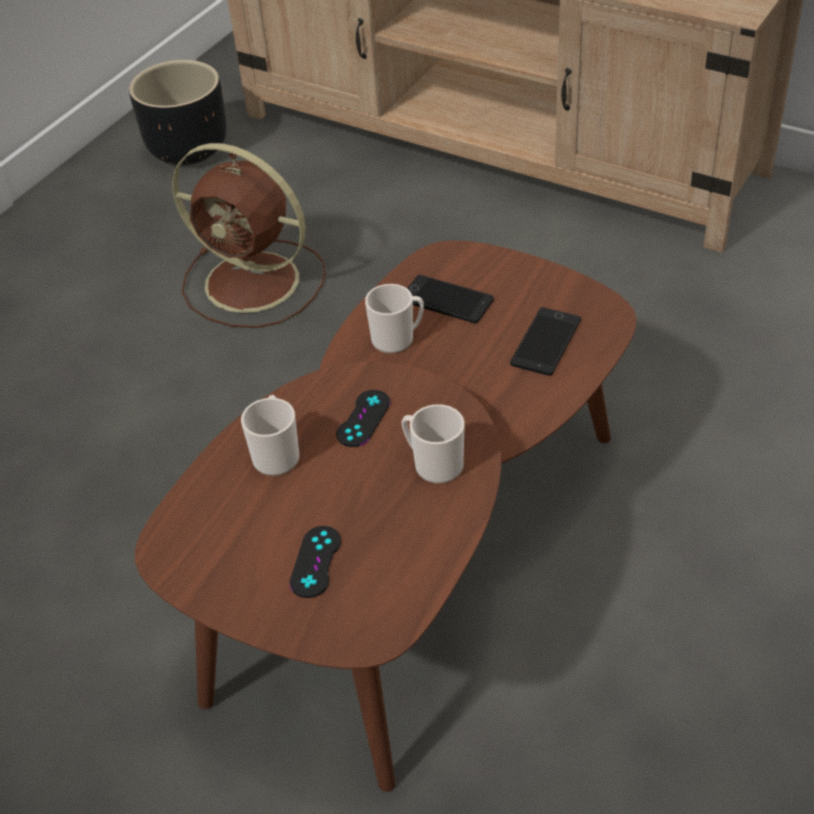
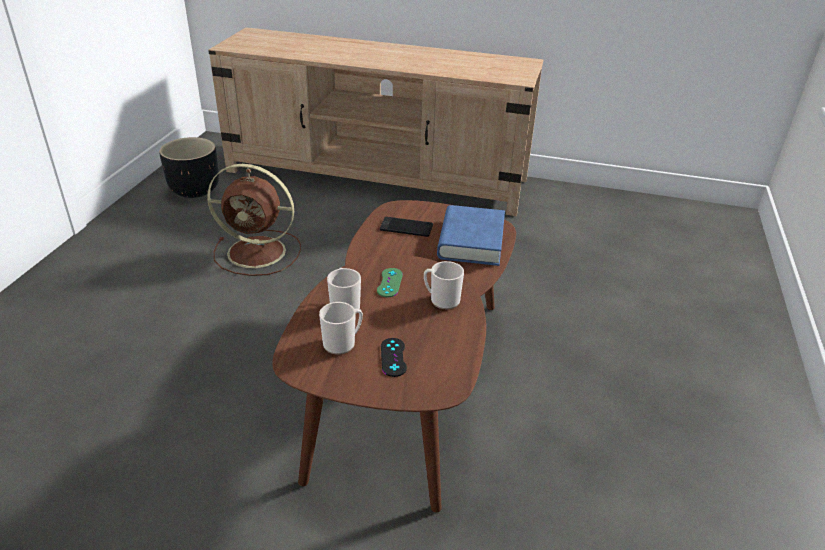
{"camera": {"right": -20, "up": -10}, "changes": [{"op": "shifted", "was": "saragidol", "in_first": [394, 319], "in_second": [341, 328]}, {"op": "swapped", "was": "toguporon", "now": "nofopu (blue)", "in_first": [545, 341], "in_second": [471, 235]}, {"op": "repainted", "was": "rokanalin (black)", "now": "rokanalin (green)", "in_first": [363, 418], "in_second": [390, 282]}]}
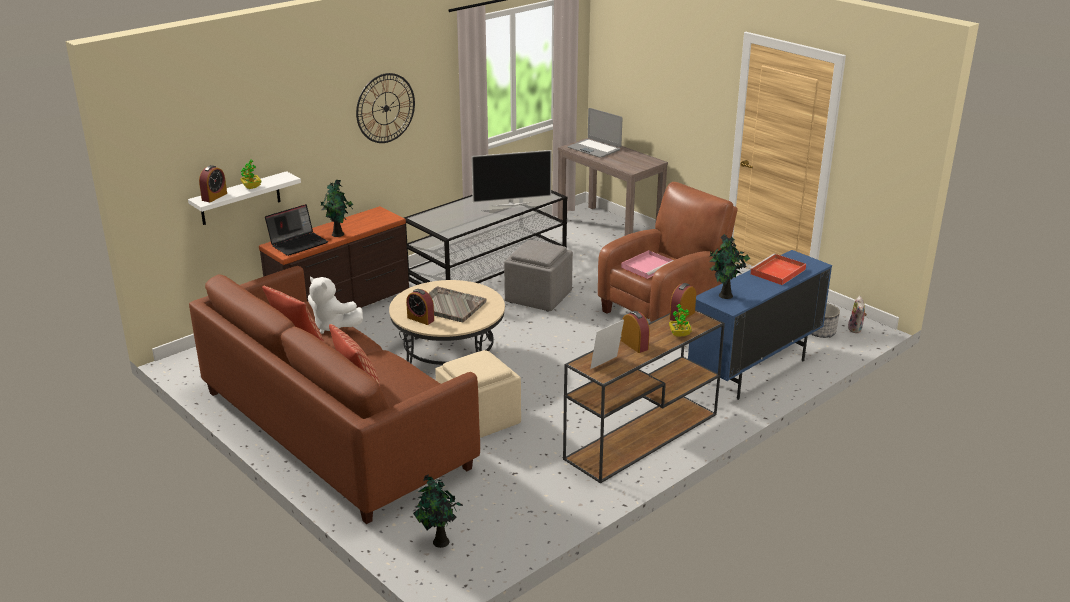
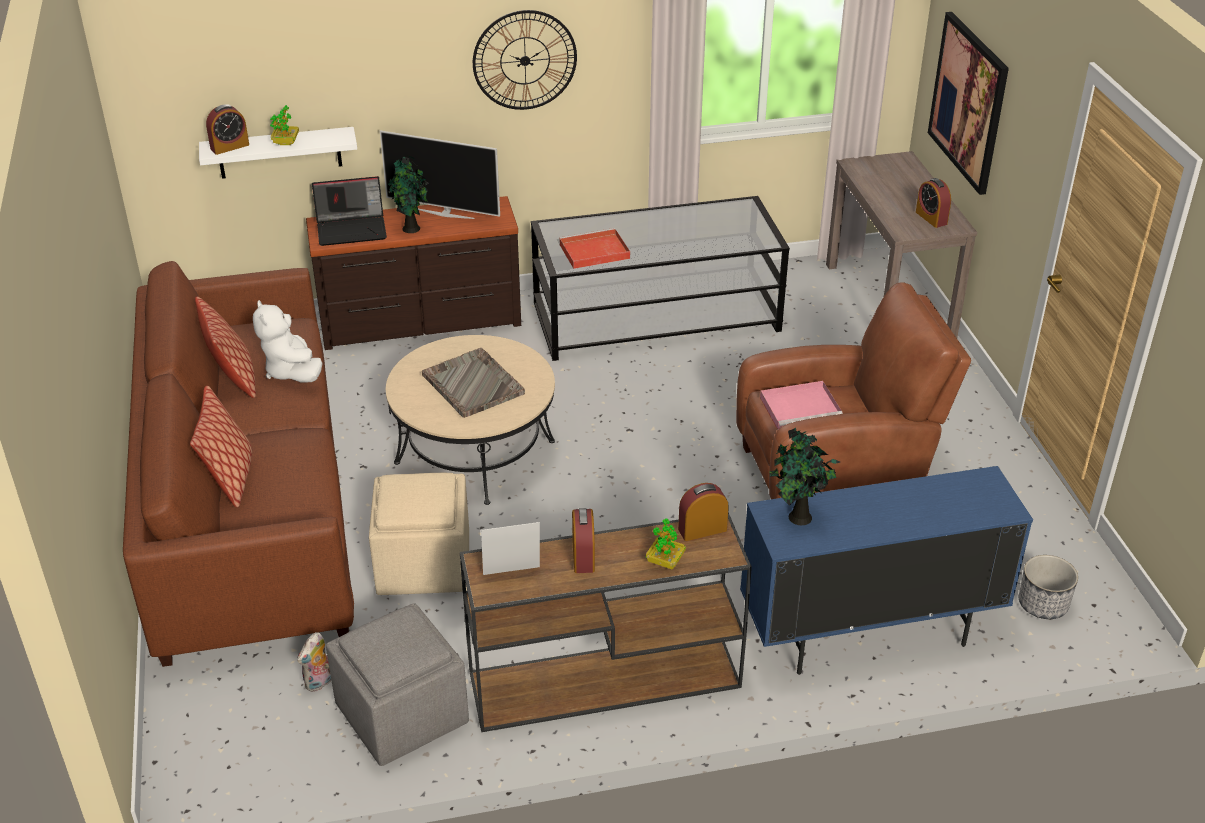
{"camera": {"right": 30, "up": 10}, "changes": [{"op": "gone", "was": "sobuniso", "in_first": [595, 133]}, {"op": "shifted", "was": "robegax", "in_first": [511, 178], "in_second": [440, 174]}, {"op": "shifted", "was": "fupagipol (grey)", "in_first": [538, 275], "in_second": [397, 684]}, {"op": "shifted", "was": "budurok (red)", "in_first": [777, 269], "in_second": [594, 248]}, {"op": "shifted", "was": "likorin", "in_first": [420, 307], "in_second": [933, 203]}, {"op": "shifted", "was": "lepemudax", "in_first": [857, 314], "in_second": [314, 662]}, {"op": "gone", "was": "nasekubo", "in_first": [438, 511]}, {"op": "new", "now": "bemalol", "in_second": [968, 103]}]}
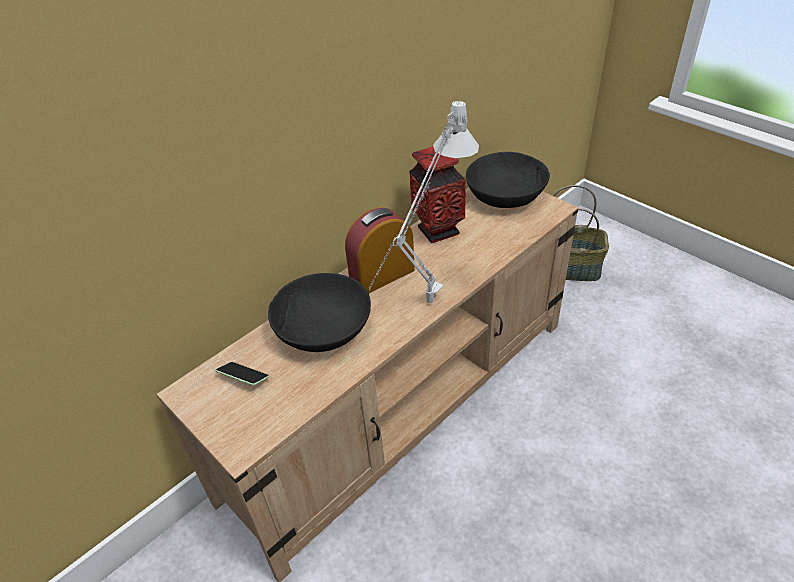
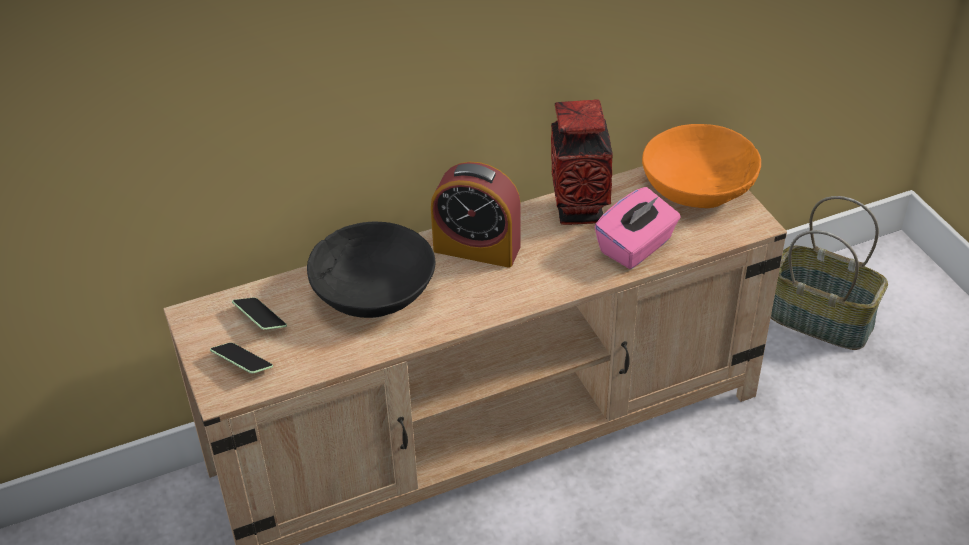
{"camera": {"right": 20, "up": 0}, "changes": [{"op": "gone", "was": "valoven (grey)", "in_first": [424, 202]}, {"op": "repainted", "was": "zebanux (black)", "now": "zebanux (orange)", "in_first": [508, 180], "in_second": [701, 166]}, {"op": "rotated", "was": "likorin", "in_first": [380, 250], "in_second": [476, 215], "clockwise": -150}, {"op": "new", "now": "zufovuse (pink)", "in_second": [637, 228]}, {"op": "new", "now": "toguporon", "in_second": [241, 358]}]}
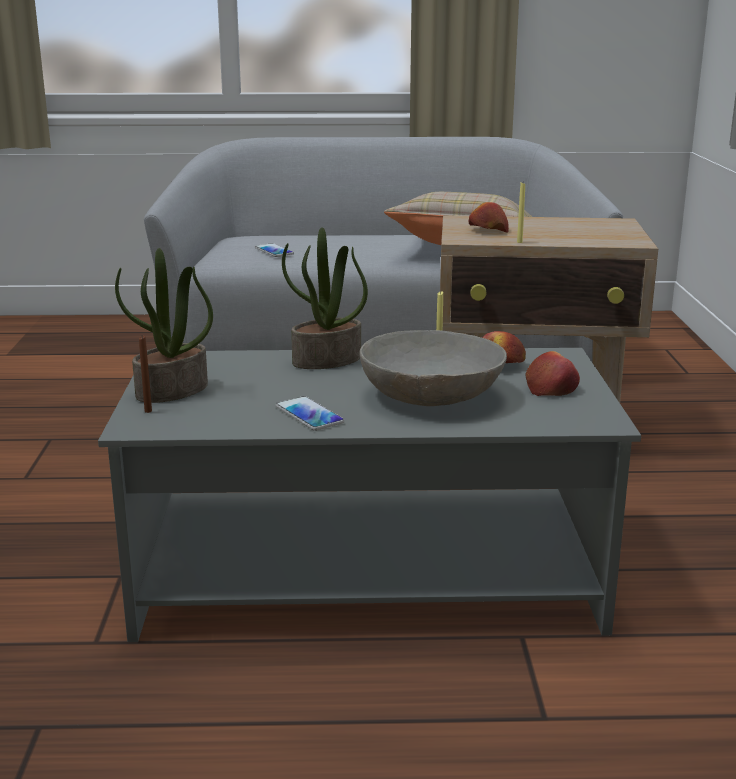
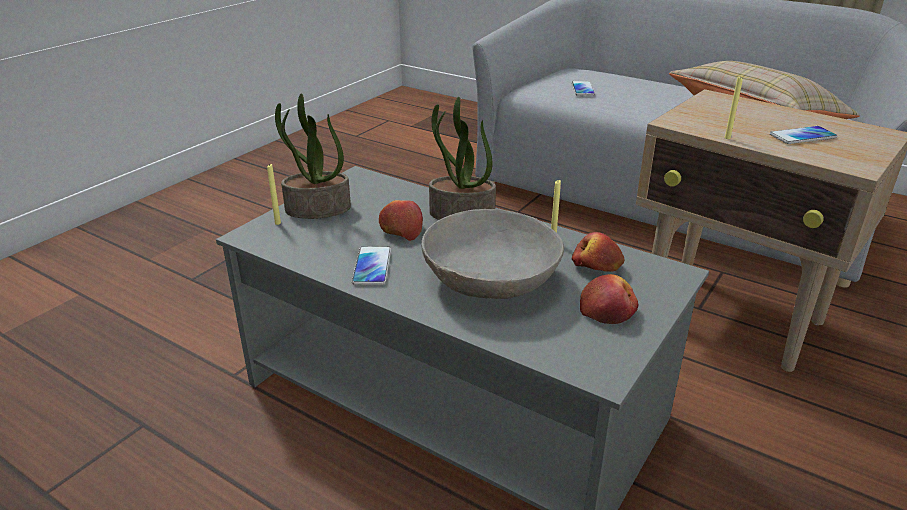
{"camera": {"right": 35, "up": 10}, "changes": [{"op": "shifted", "was": "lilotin", "in_first": [489, 217], "in_second": [401, 220]}, {"op": "repainted", "was": "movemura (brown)", "now": "movemura (yellow)", "in_first": [145, 374], "in_second": [274, 194]}, {"op": "new", "now": "toguporon", "in_second": [803, 135]}]}
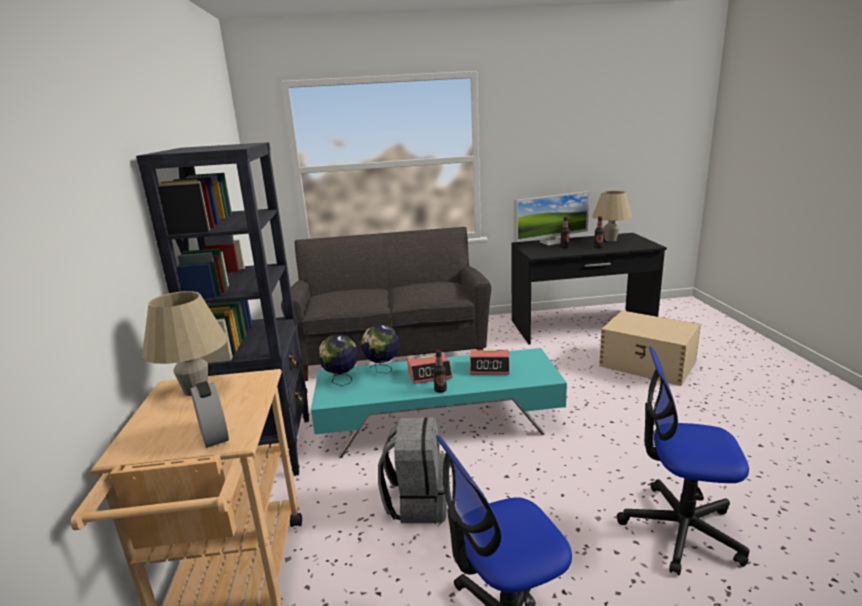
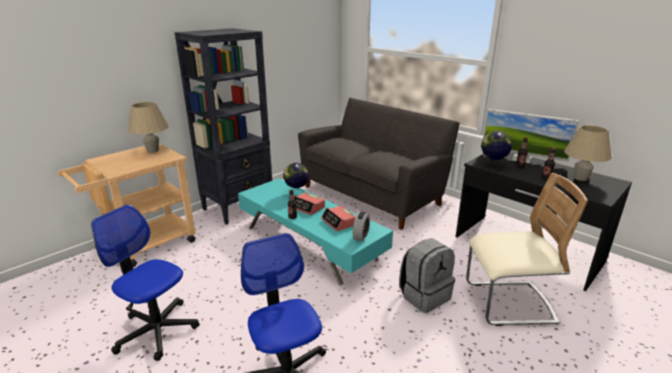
{"camera": {"right": 50, "up": 5}, "changes": [{"op": "swapped", "was": "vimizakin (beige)", "now": "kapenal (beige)", "in_first": [650, 348], "in_second": [527, 249]}, {"op": "shifted", "was": "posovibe", "in_first": [338, 360], "in_second": [496, 150]}, {"op": "shifted", "was": "likorin", "in_first": [210, 414], "in_second": [361, 226]}, {"op": "shifted", "was": "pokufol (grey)", "in_first": [412, 470], "in_second": [427, 275]}]}
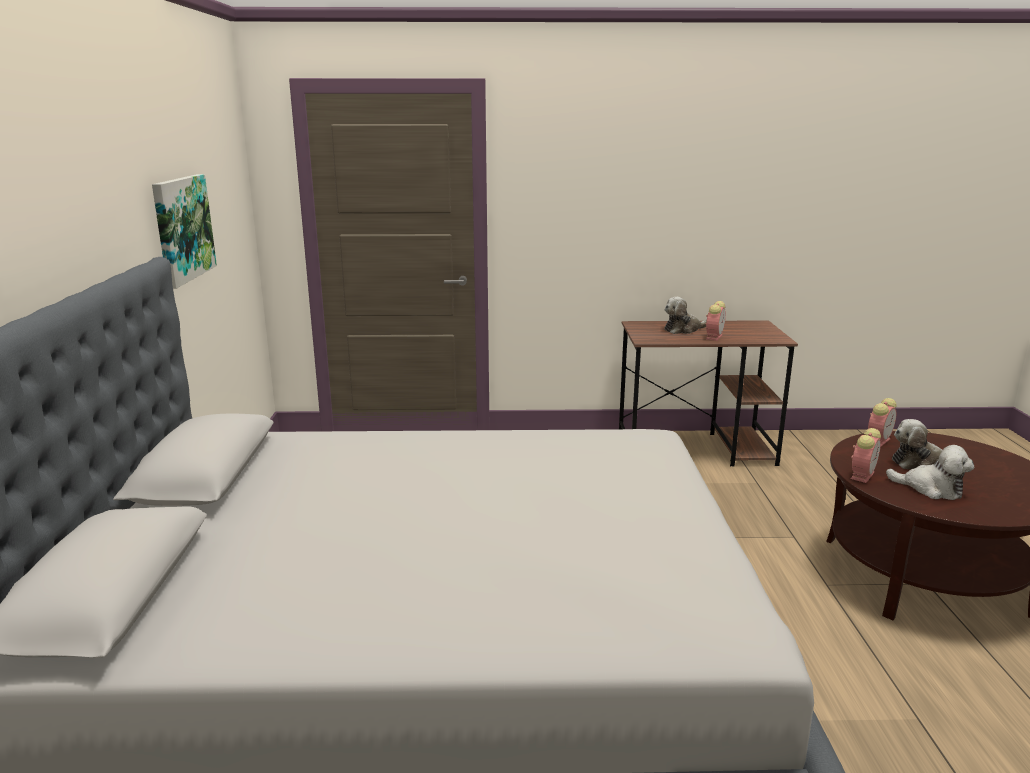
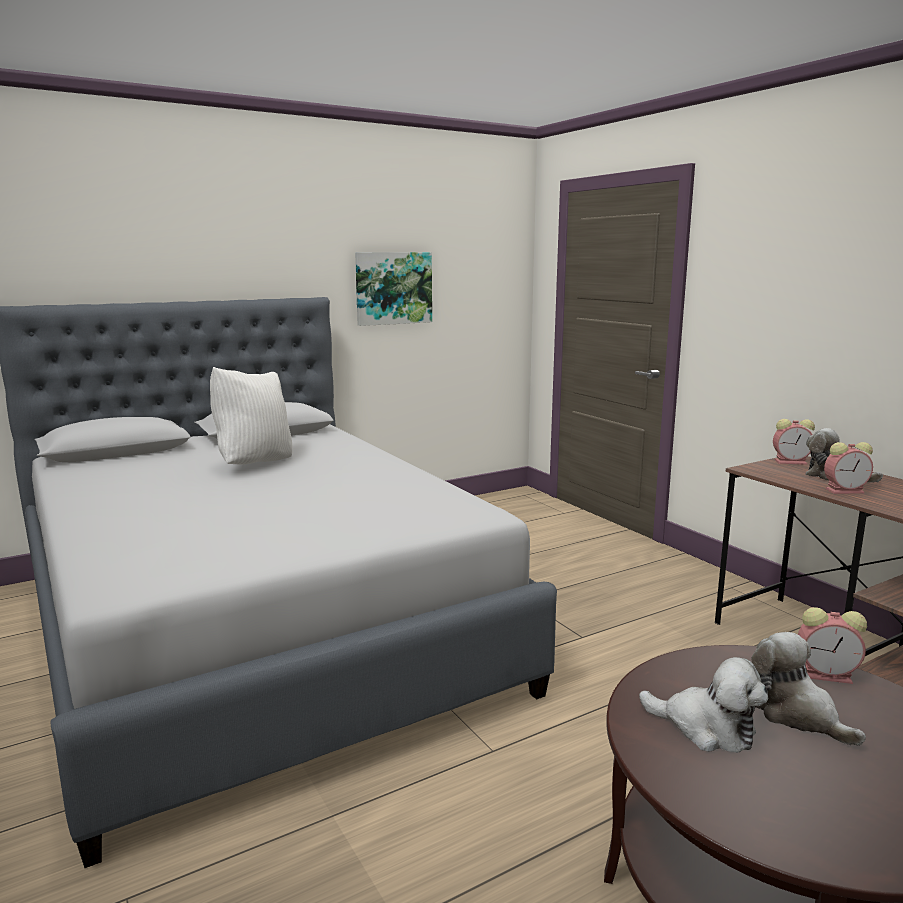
{"camera": {"right": 60, "up": -5}, "changes": [{"op": "shifted", "was": "likorin", "in_first": [866, 455], "in_second": [794, 442]}, {"op": "rotated", "was": "lepemudax", "in_first": [930, 472], "in_second": [703, 705], "clockwise": -60}, {"op": "new", "now": "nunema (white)", "in_second": [251, 416]}]}
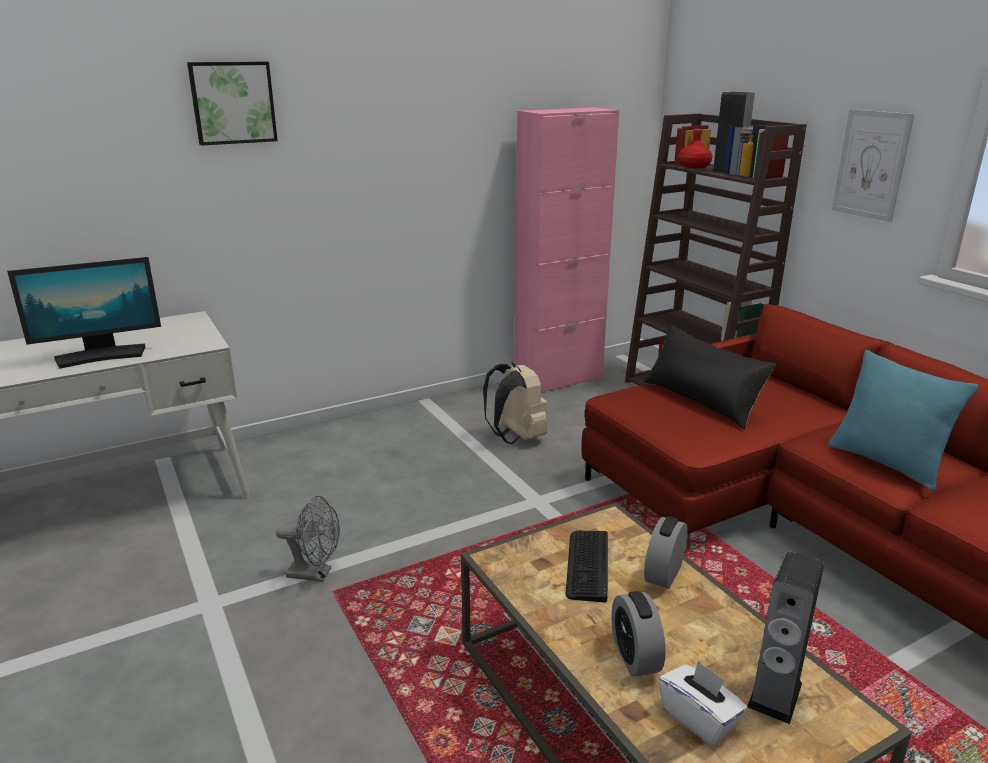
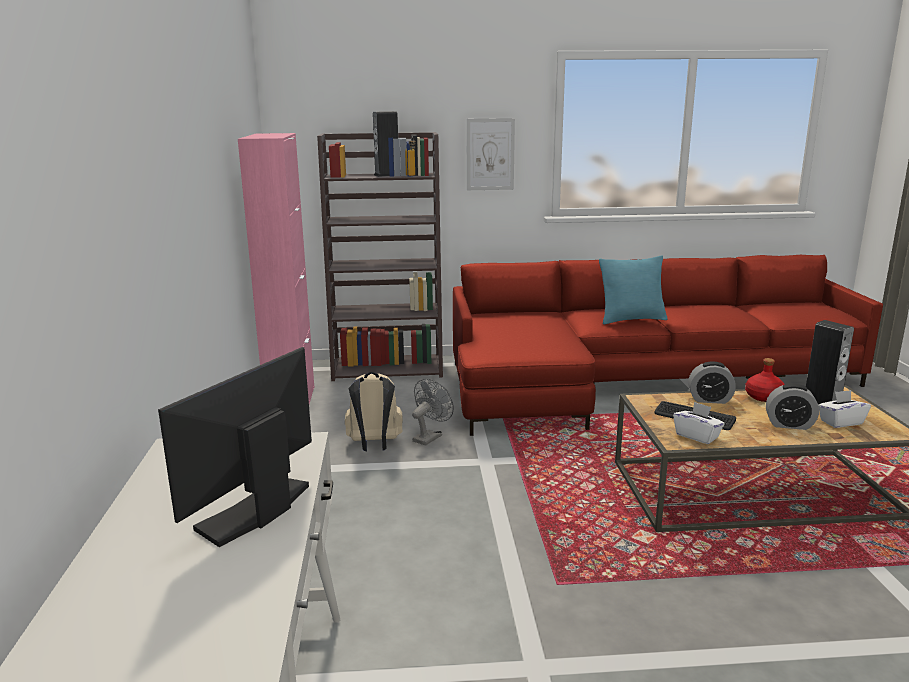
{"camera": {"right": -65, "up": -5}, "changes": [{"op": "gone", "was": "bemalol", "in_first": [232, 104]}, {"op": "shifted", "was": "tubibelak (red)", "in_first": [695, 148], "in_second": [765, 380]}, {"op": "rotated", "was": "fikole", "in_first": [84, 313], "in_second": [235, 447], "clockwise": -150}, {"op": "gone", "was": "nunema (black)", "in_first": [710, 376]}, {"op": "shifted", "was": "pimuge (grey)", "in_first": [308, 539], "in_second": [433, 412]}, {"op": "rotated", "was": "likorin", "in_first": [666, 552], "in_second": [712, 383], "clockwise": -45}, {"op": "new", "now": "zufovuse (white)", "in_second": [699, 423]}]}
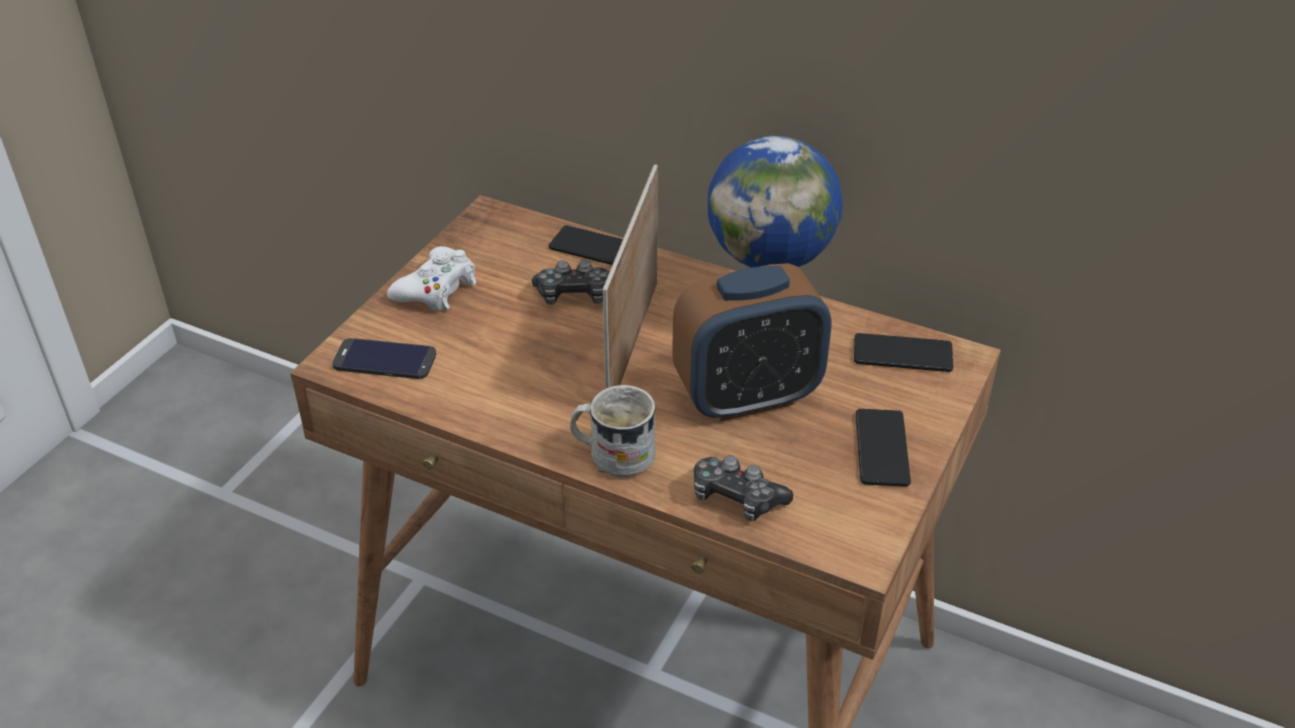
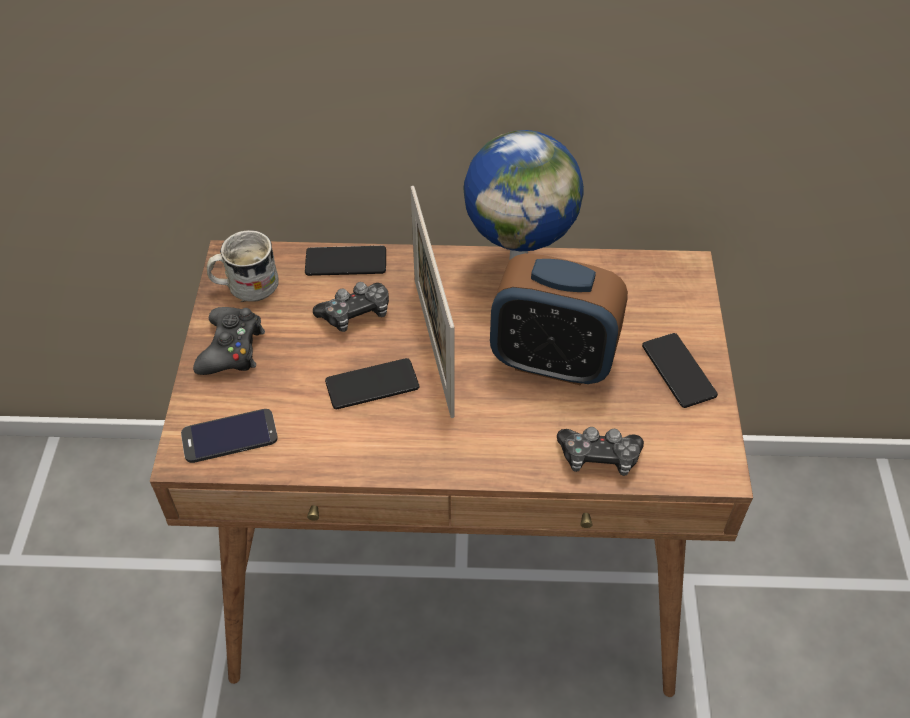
{"camera": {"right": -25, "up": 10}, "changes": [{"op": "repainted", "was": "rokanalin (white)", "now": "rokanalin (black)", "in_first": [432, 278], "in_second": [229, 341]}, {"op": "rotated", "was": "likorin", "in_first": [751, 342], "in_second": [559, 319], "clockwise": 60}, {"op": "shifted", "was": "toguporon", "in_first": [903, 352], "in_second": [372, 383]}, {"op": "shifted", "was": "saragidol (white)", "in_first": [613, 431], "in_second": [243, 266]}]}
